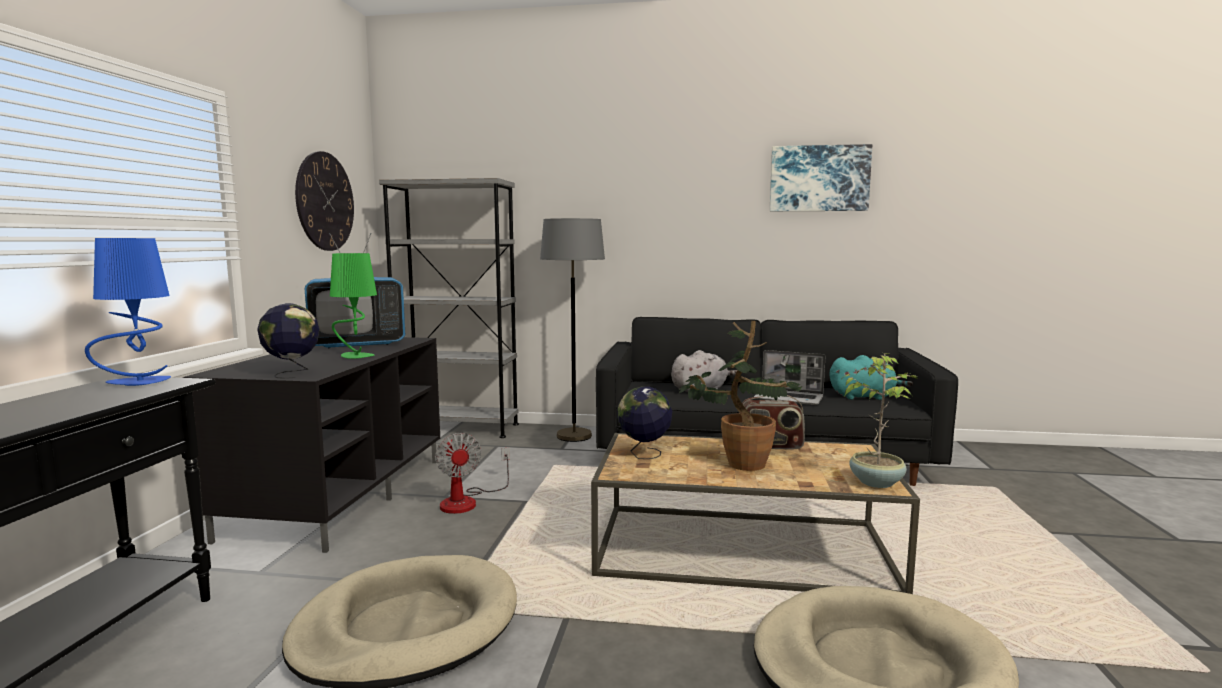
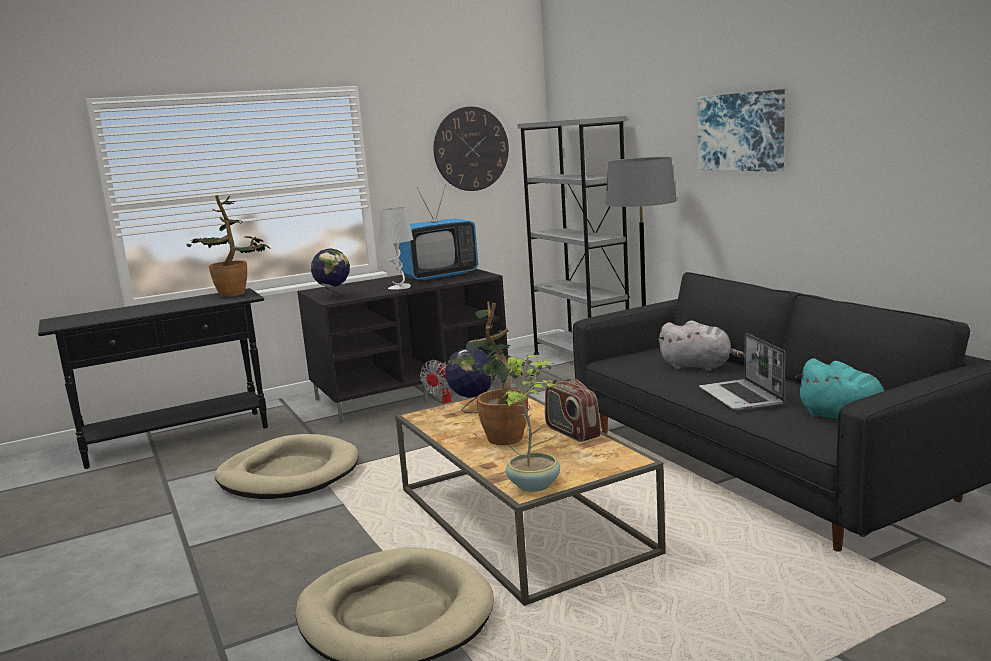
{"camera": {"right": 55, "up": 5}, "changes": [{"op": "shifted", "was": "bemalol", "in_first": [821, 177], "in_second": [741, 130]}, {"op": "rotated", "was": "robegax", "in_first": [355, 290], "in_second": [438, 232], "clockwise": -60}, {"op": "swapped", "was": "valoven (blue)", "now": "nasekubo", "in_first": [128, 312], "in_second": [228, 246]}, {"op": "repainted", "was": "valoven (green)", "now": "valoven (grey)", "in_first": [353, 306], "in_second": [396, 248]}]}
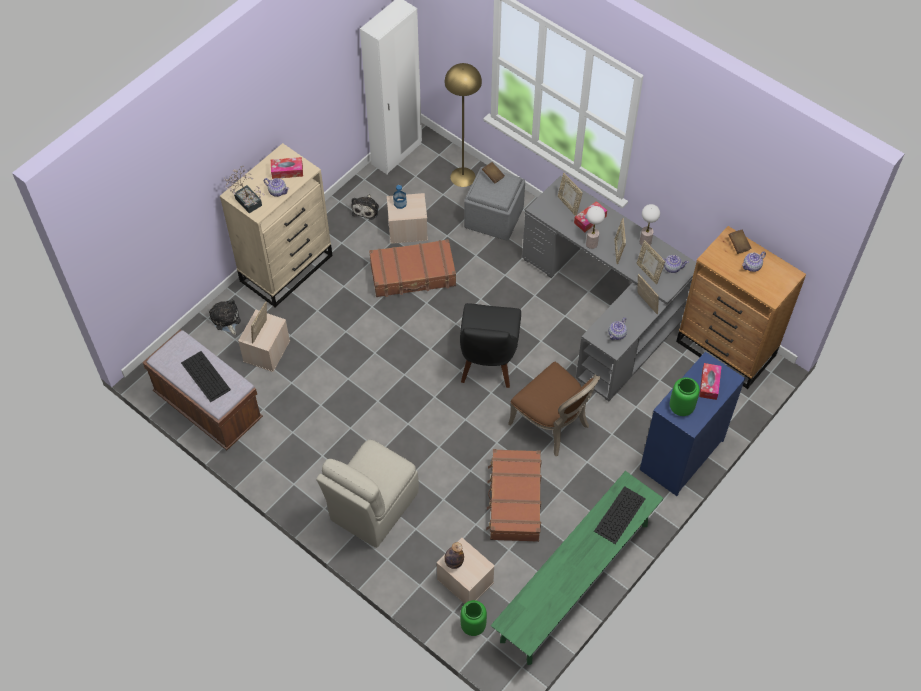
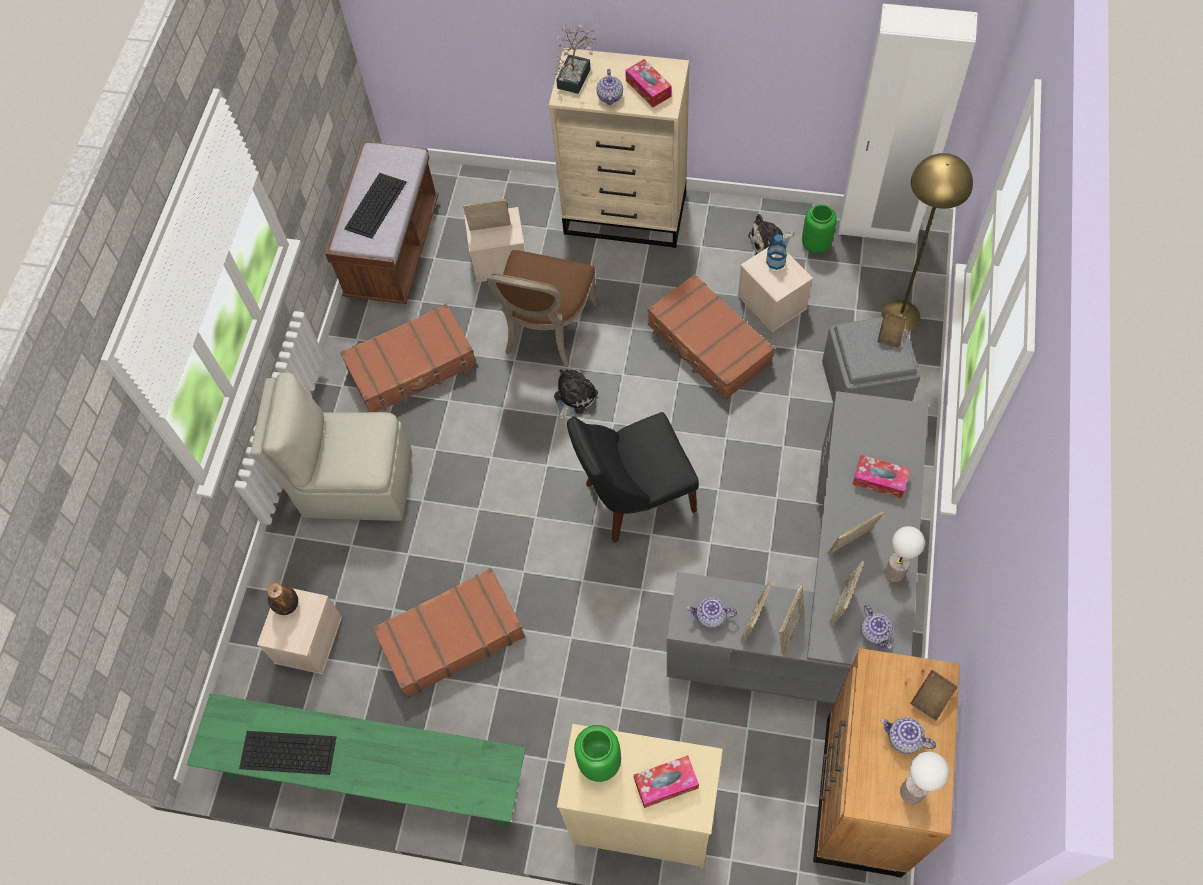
{"camera": {"right": 65, "up": 5}, "changes": [{"op": "shifted", "was": "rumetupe", "in_first": [570, 194], "in_second": [756, 611]}, {"op": "shifted", "was": "valoven", "in_first": [595, 227], "in_second": [924, 778]}, {"op": "shifted", "was": "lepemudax", "in_first": [225, 317], "in_second": [576, 395]}, {"op": "repainted", "was": "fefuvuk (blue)", "now": "fefuvuk (beige)", "in_first": [692, 424], "in_second": [640, 796]}, {"op": "shifted", "was": "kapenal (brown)", "in_first": [554, 409], "in_second": [542, 308]}, {"op": "shifted", "was": "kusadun", "in_first": [620, 515], "in_second": [287, 753]}, {"op": "shifted", "was": "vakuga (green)", "in_first": [474, 618], "in_second": [819, 228]}, {"op": "new", "now": "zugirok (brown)", "in_second": [408, 357]}]}
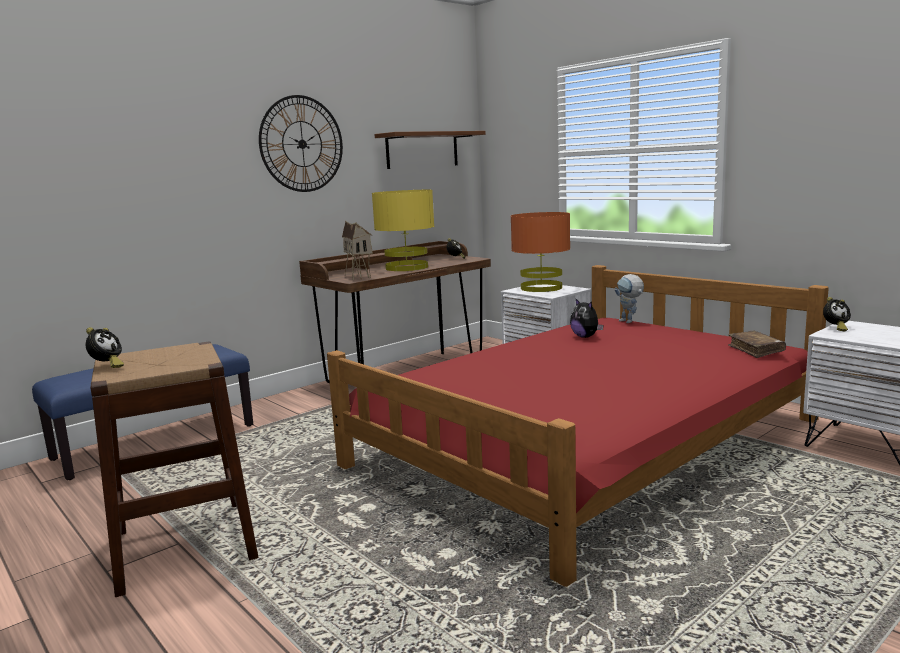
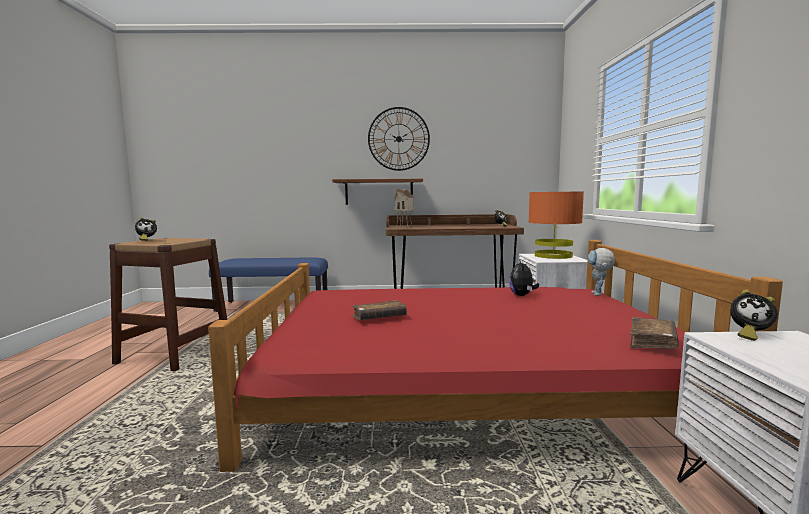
{"camera": {"right": 40, "up": -5}, "changes": [{"op": "shifted", "was": "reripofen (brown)", "in_first": [430, 150], "in_second": [377, 192]}, {"op": "gone", "was": "valoven (yellow)", "in_first": [403, 230]}, {"op": "new", "now": "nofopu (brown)", "in_second": [379, 310]}]}
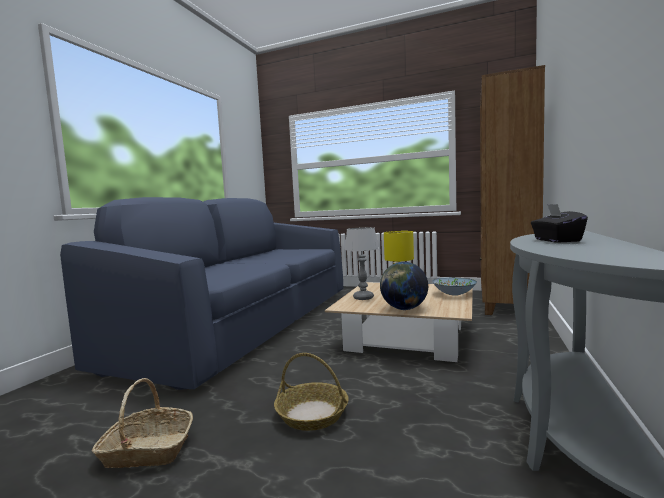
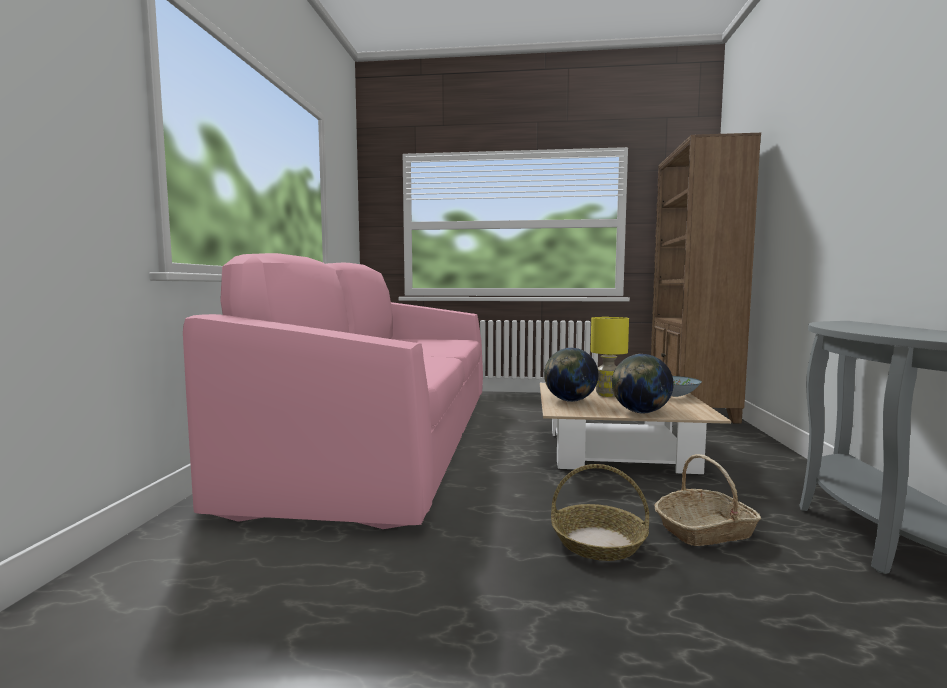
{"camera": {"right": -15, "up": 0}, "changes": [{"op": "repainted", "was": "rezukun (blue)", "now": "rezukun (pink)", "in_first": [202, 293], "in_second": [333, 391]}, {"op": "gone", "was": "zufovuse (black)", "in_first": [559, 223]}, {"op": "swapped", "was": "valoven", "now": "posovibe", "in_first": [361, 263], "in_second": [571, 375]}, {"op": "shifted", "was": "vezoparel", "in_first": [142, 423], "in_second": [707, 500]}]}
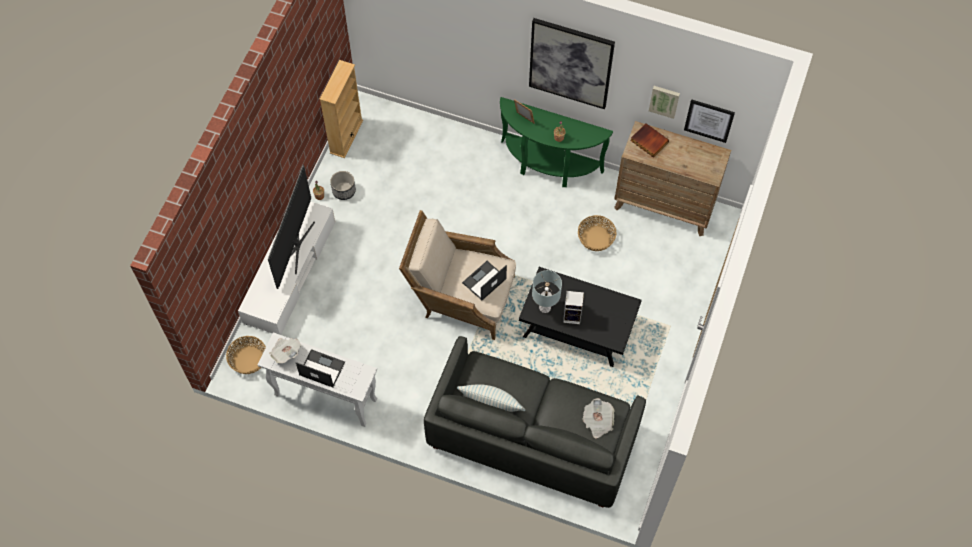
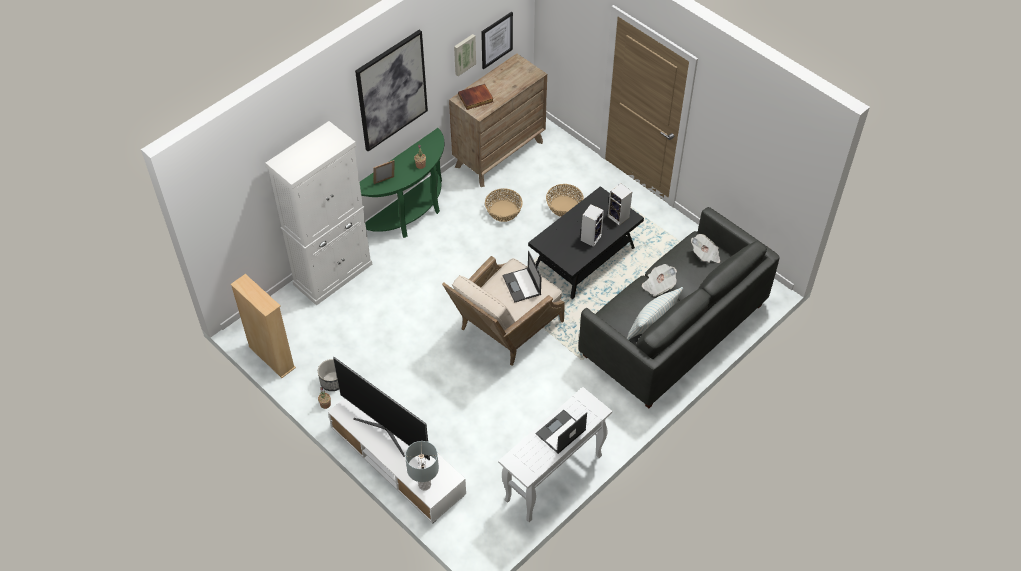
{"camera": {"right": -65, "up": -10}, "changes": [{"op": "shifted", "was": "valoven (grey)", "in_first": [547, 291], "in_second": [422, 466]}, {"op": "shifted", "was": "vezoparel", "in_first": [246, 355], "in_second": [565, 200]}, {"op": "shifted", "was": "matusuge", "in_first": [285, 350], "in_second": [659, 280]}, {"op": "new", "now": "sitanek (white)", "in_second": [318, 213]}, {"op": "new", "now": "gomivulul", "in_second": [620, 204]}]}
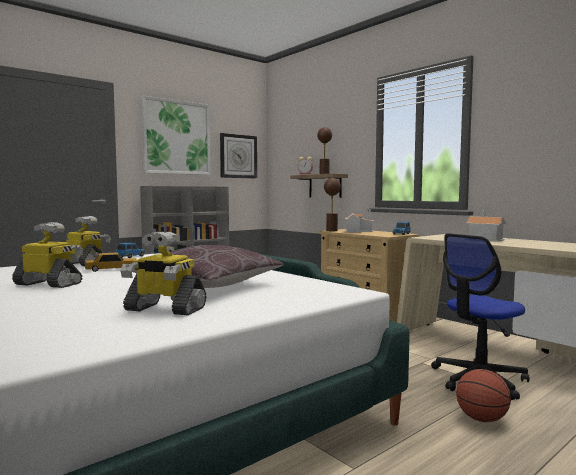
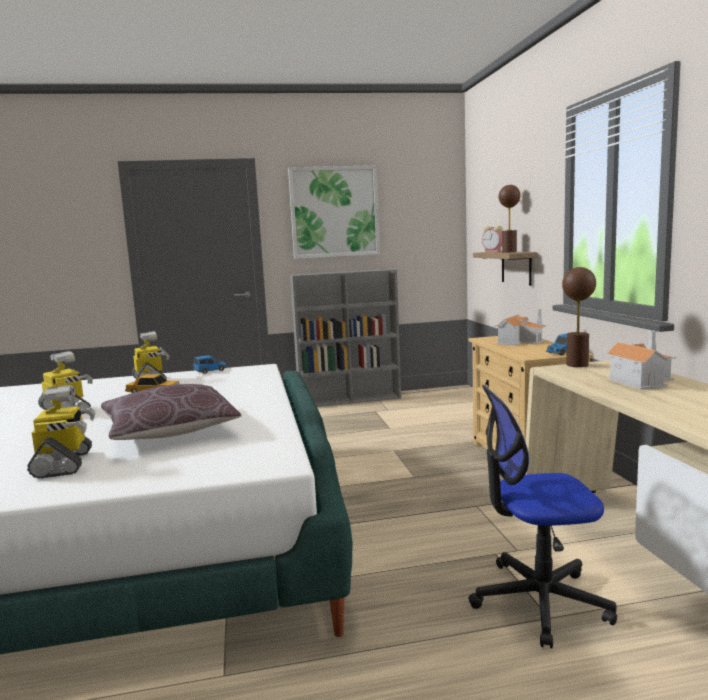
{"camera": {"right": 30, "up": 5}, "changes": [{"op": "gone", "was": "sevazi", "in_first": [238, 155]}, {"op": "shifted", "was": "valoven (brown)", "in_first": [332, 204], "in_second": [579, 317]}, {"op": "rotated", "was": "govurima", "in_first": [163, 274], "in_second": [61, 431], "clockwise": -150}, {"op": "gone", "was": "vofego", "in_first": [483, 395]}]}
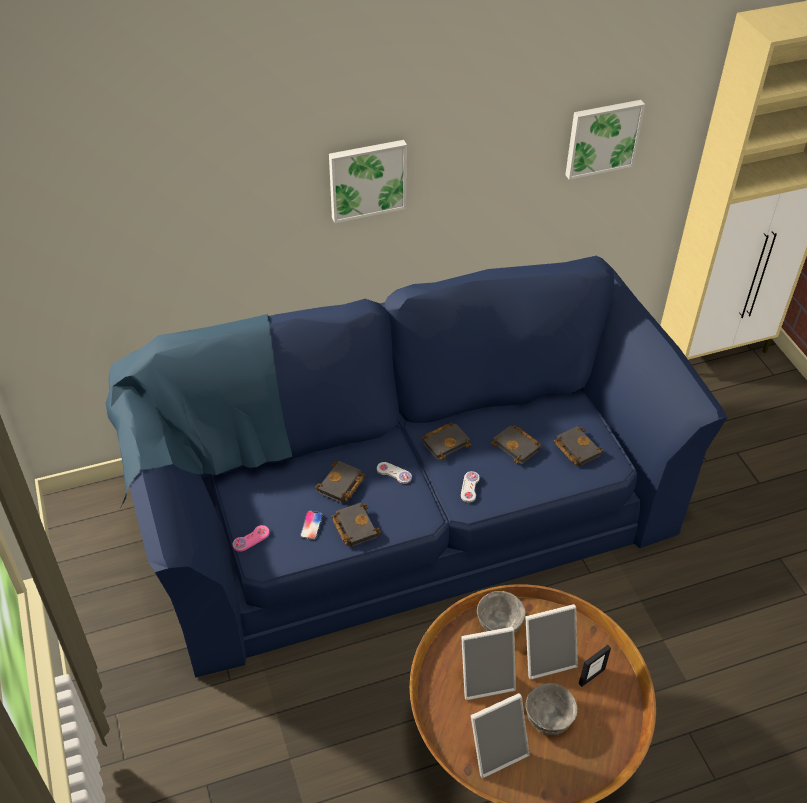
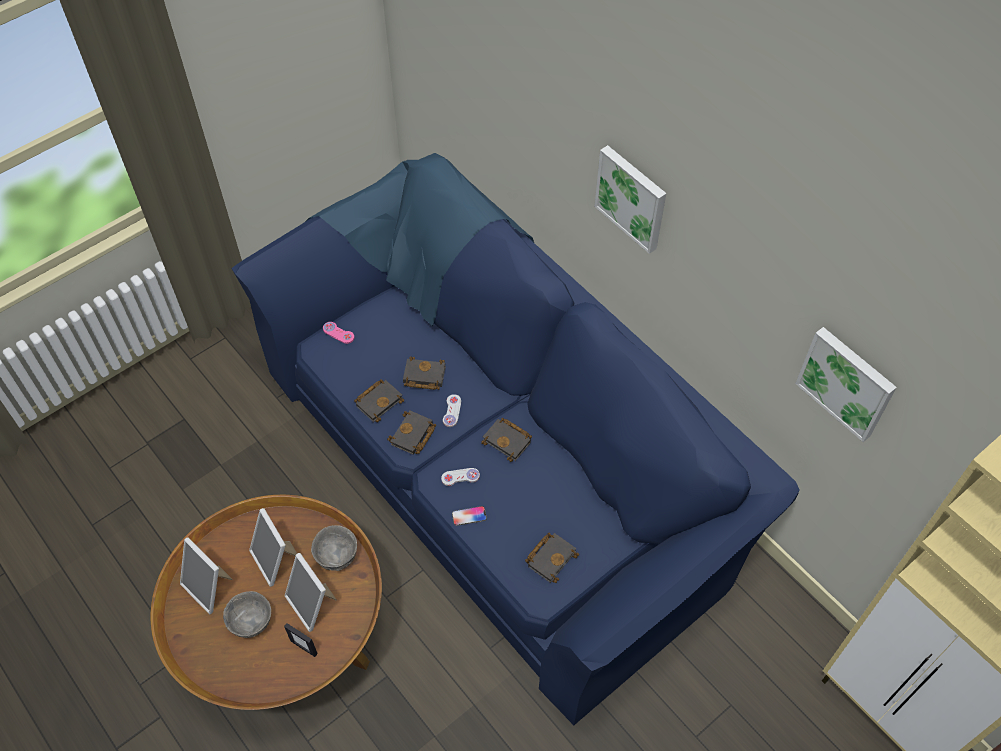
{"camera": {"right": 70, "up": 10}, "changes": [{"op": "shifted", "was": "nofopu (black)", "in_first": [516, 444], "in_second": [411, 433]}, {"op": "shifted", "was": "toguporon", "in_first": [311, 525], "in_second": [469, 516]}]}
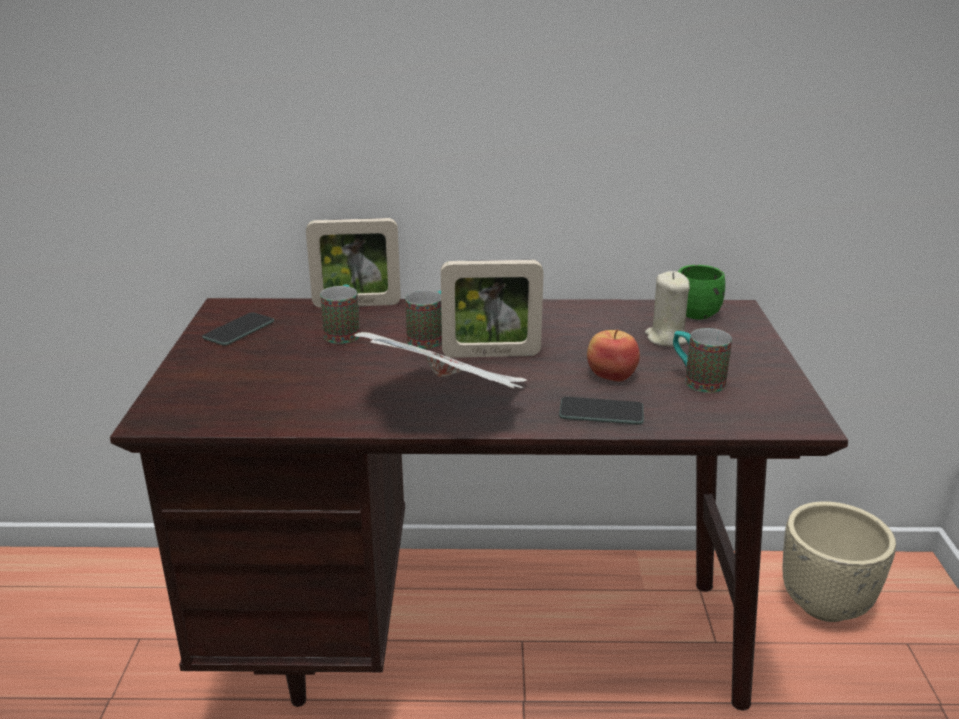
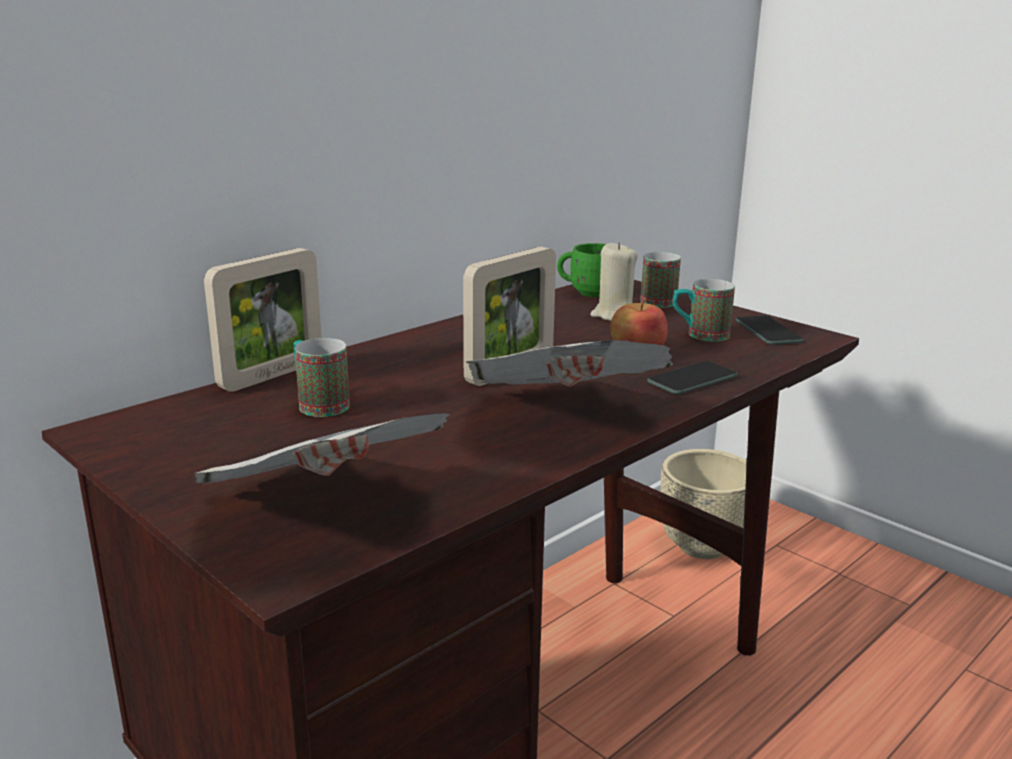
{"camera": {"right": -45, "up": -5}, "changes": [{"op": "shifted", "was": "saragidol", "in_first": [423, 319], "in_second": [660, 280]}, {"op": "shifted", "was": "toguporon", "in_first": [238, 329], "in_second": [770, 330]}, {"op": "new", "now": "matusuge", "in_second": [322, 448]}]}
